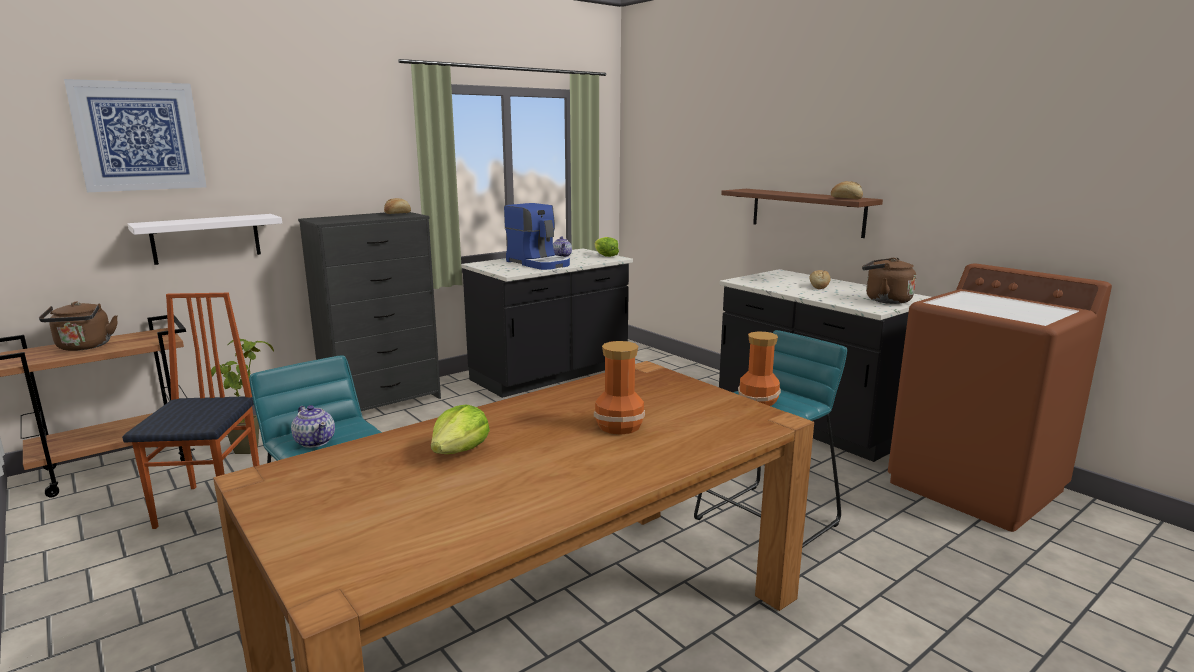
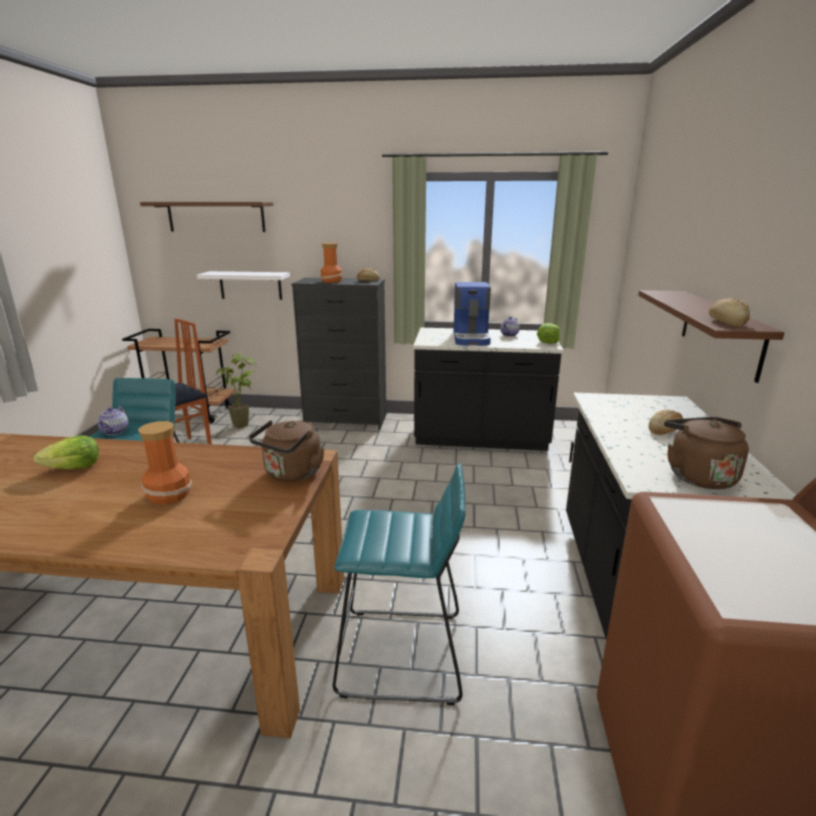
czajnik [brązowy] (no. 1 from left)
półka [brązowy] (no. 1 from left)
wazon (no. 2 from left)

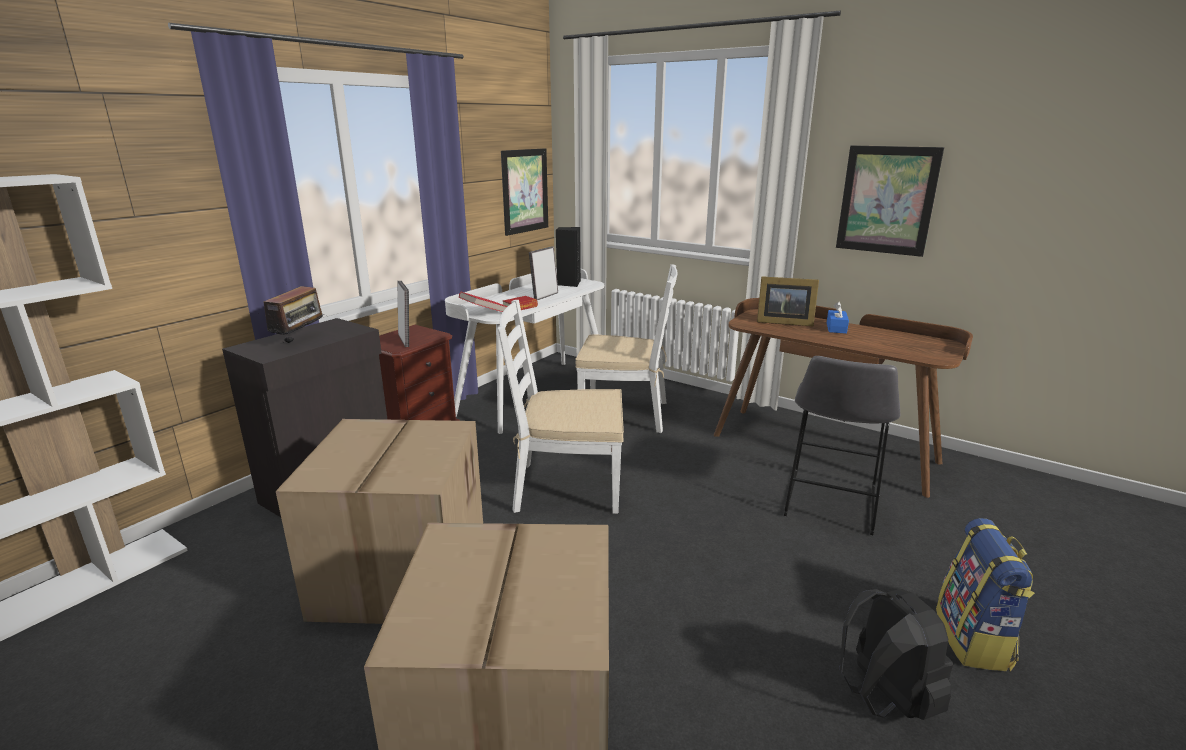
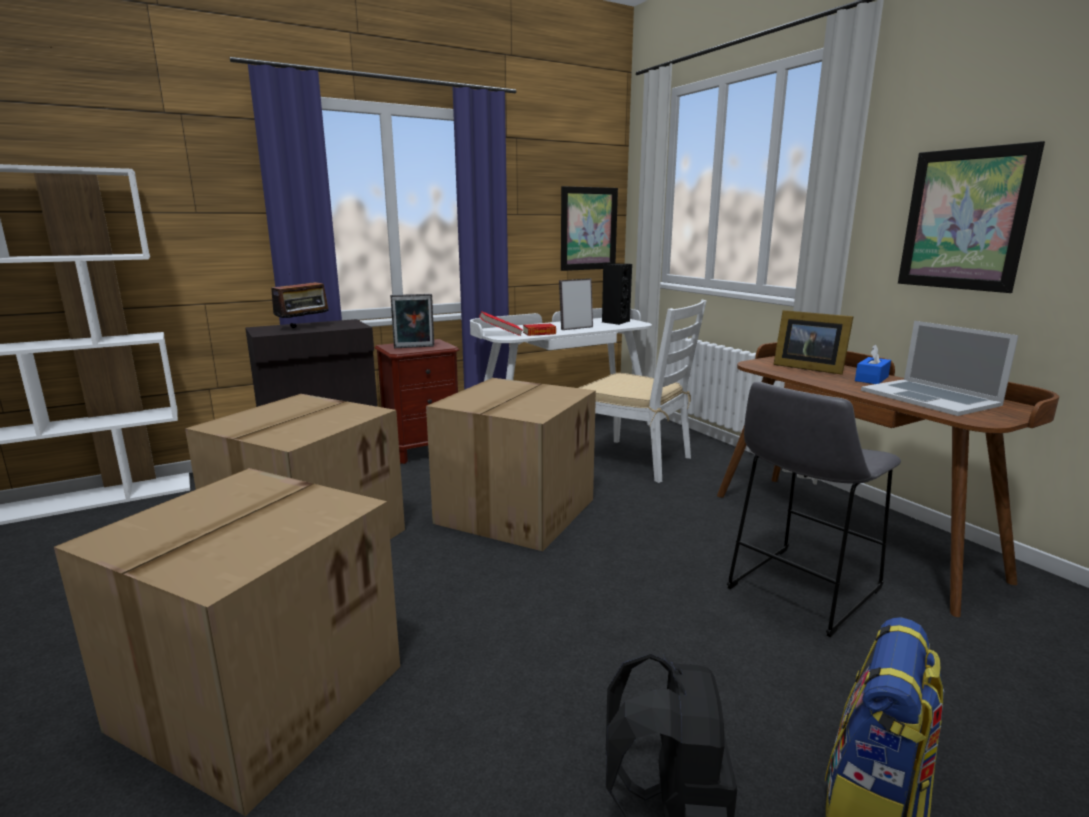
ramka na zdjęcie (no. 1 from left)
karton (no. 3 from left)
laptop

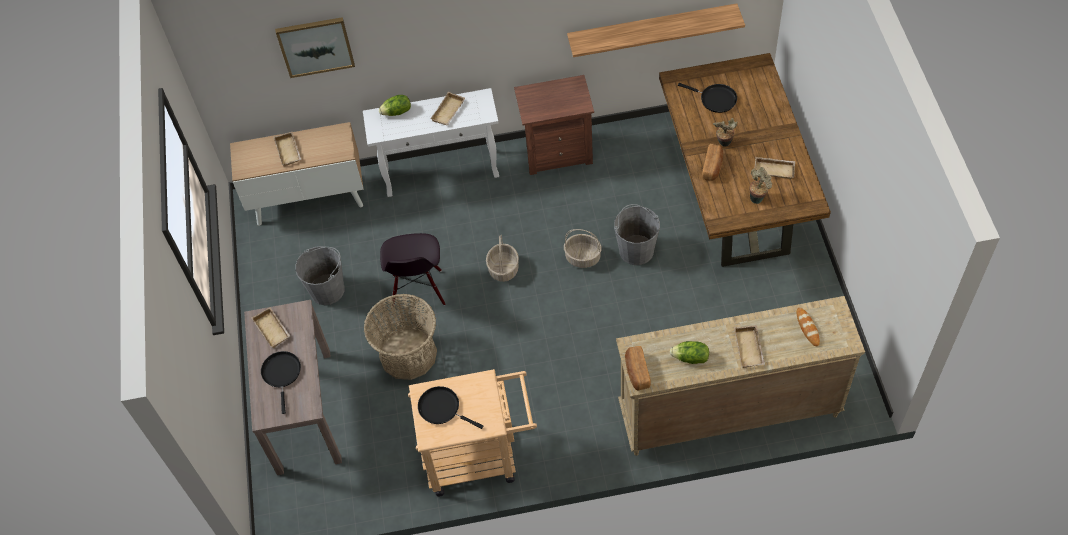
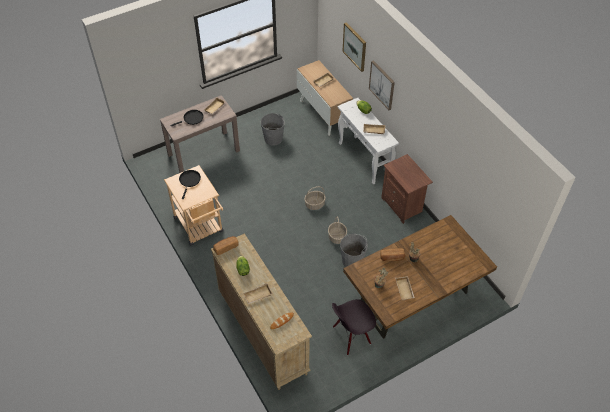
koszyk (no. 1 from left in the first image)
krzesło [czarny]
półka
patelnia [czarny] (no. 3 from left in the first image)
obraz (no. 2 from left)

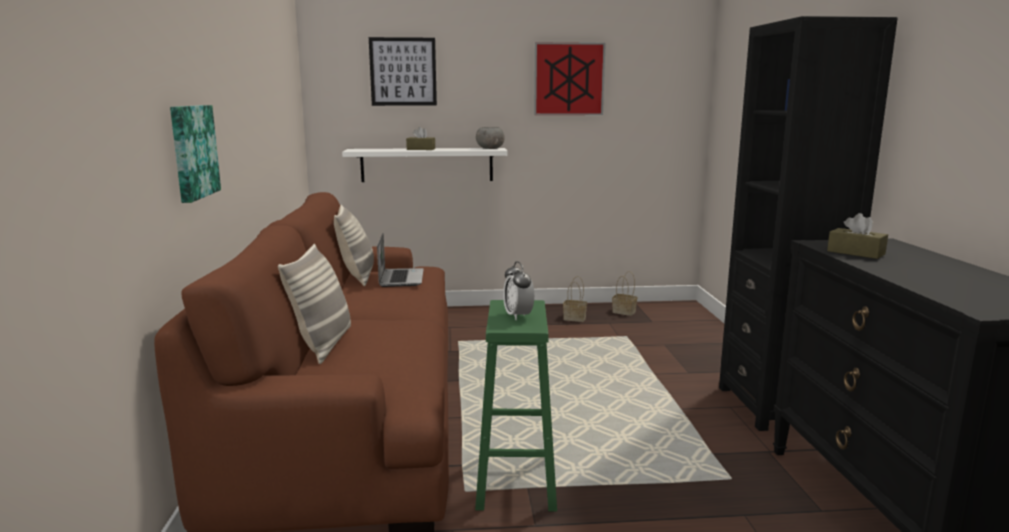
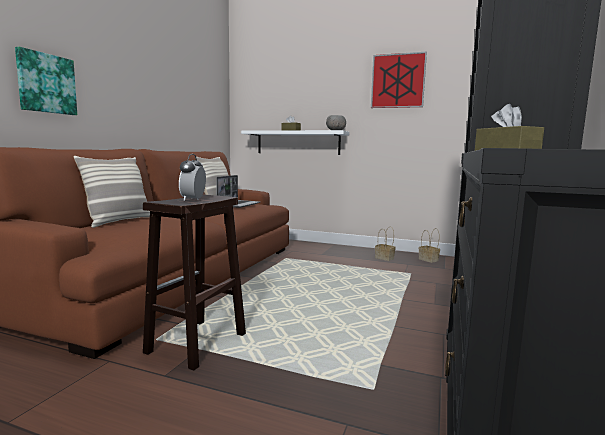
obraz (no. 2 from left in the first image)
stołek [brązowy]

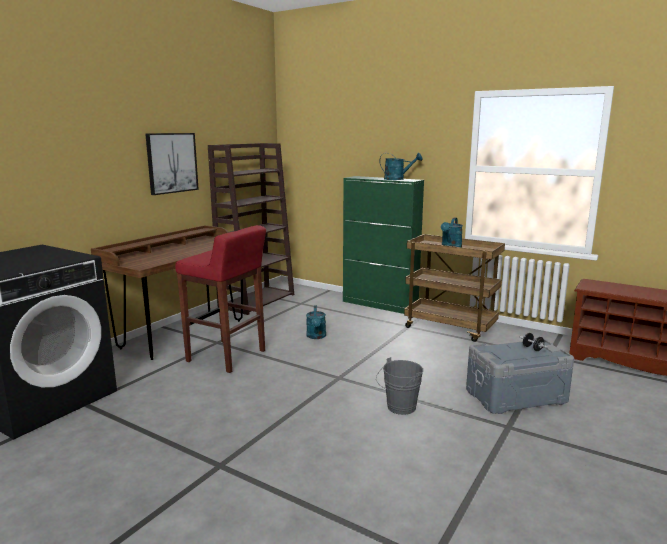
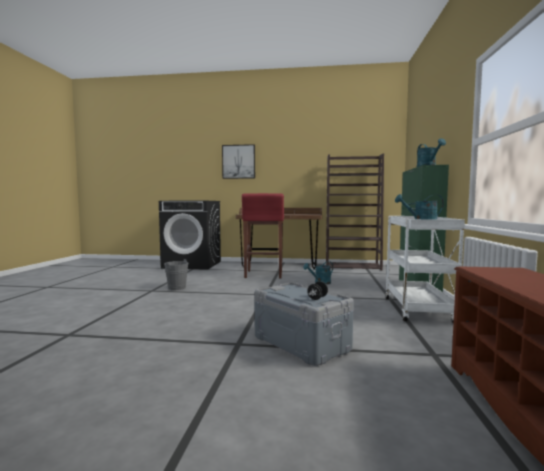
obraz
wiadro [szary]
wózek [biały]

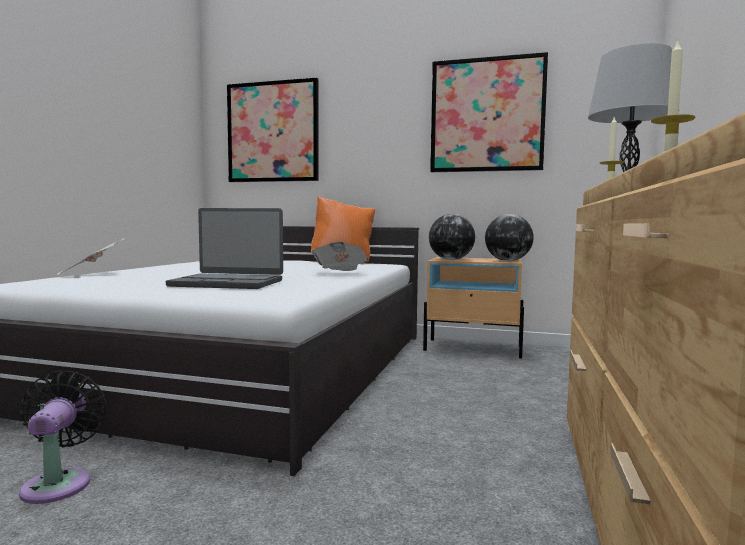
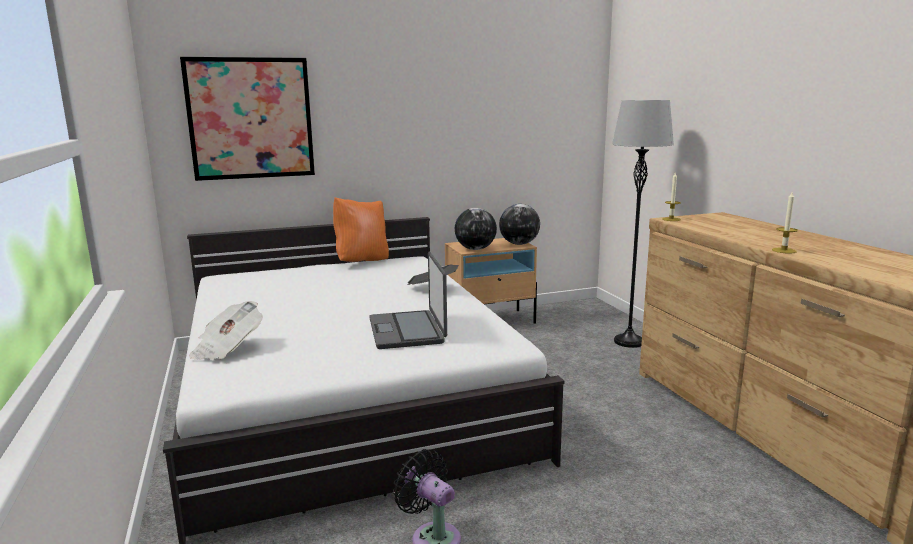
laptop
obraz (no. 2 from left in the first image)

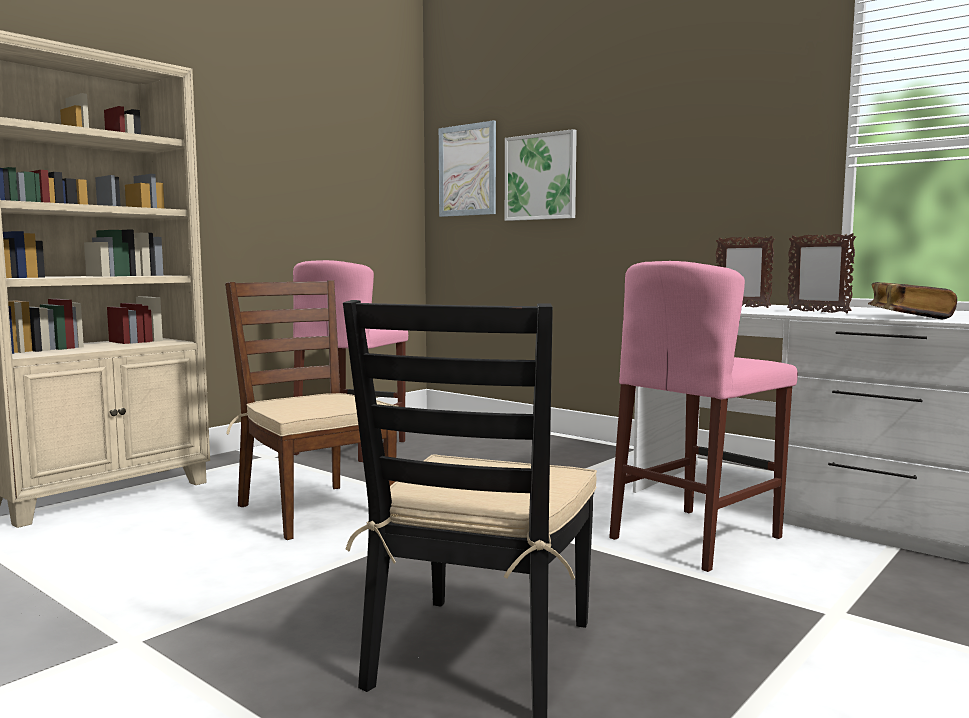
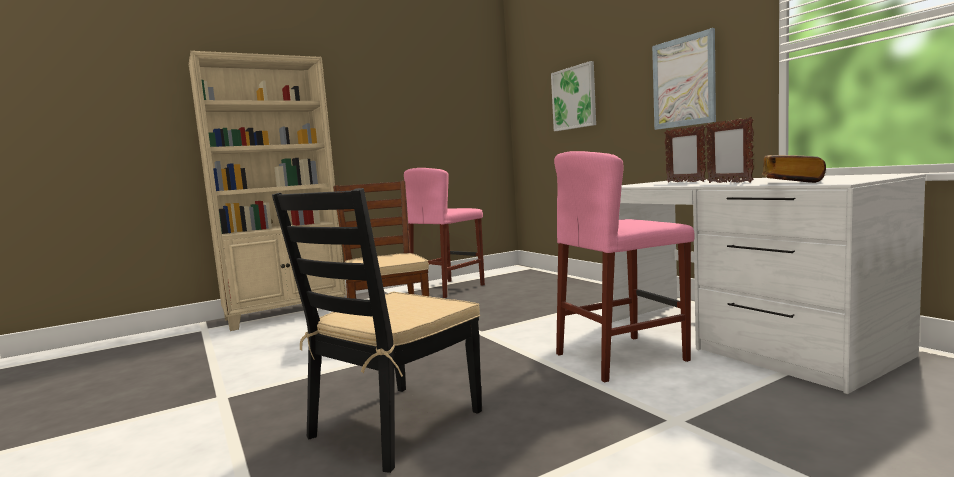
obraz (no. 2 from left)

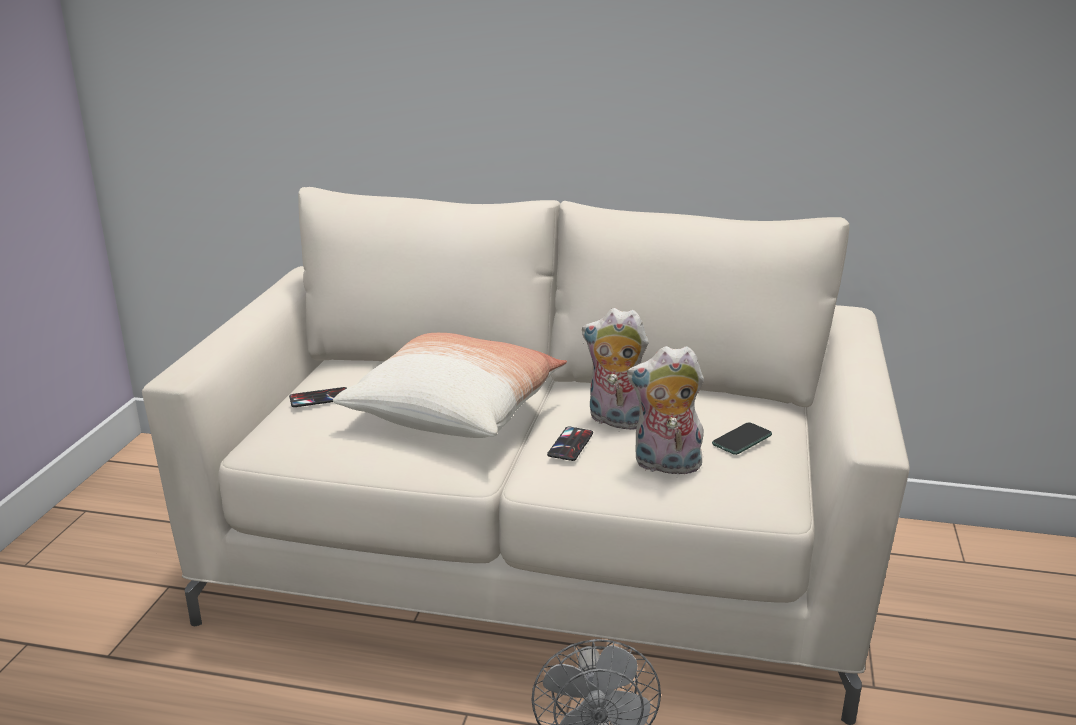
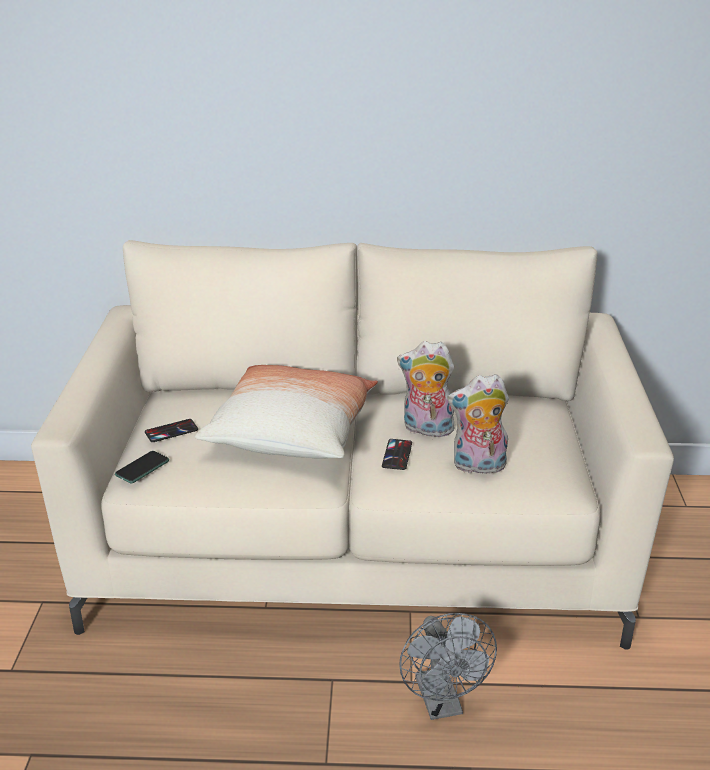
telefon (no. 1 from left)

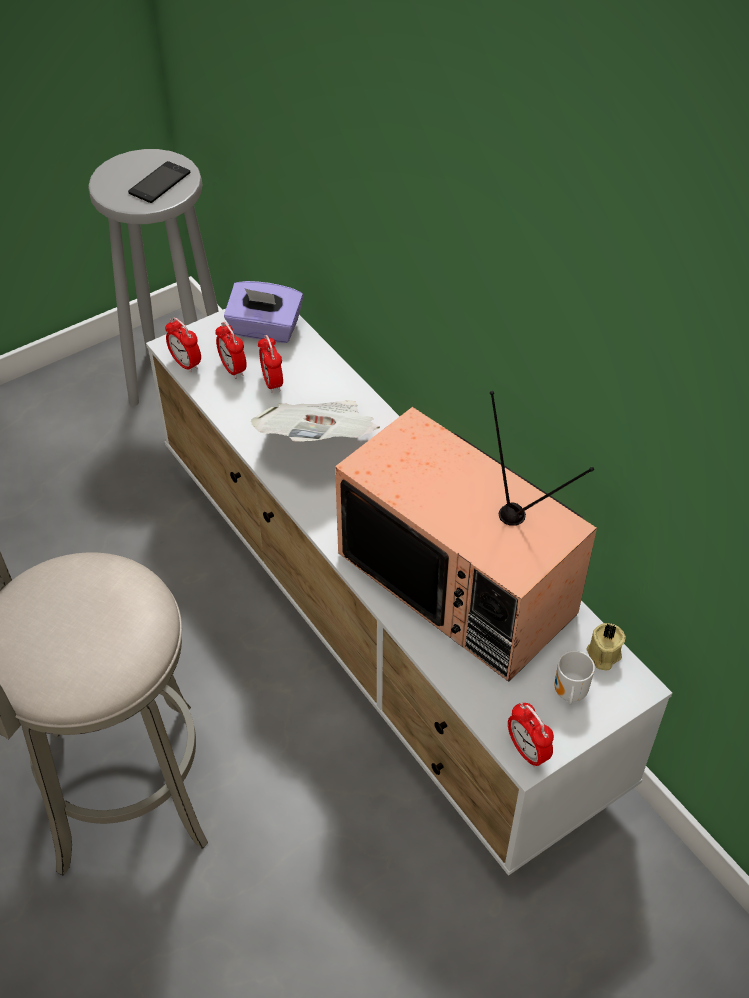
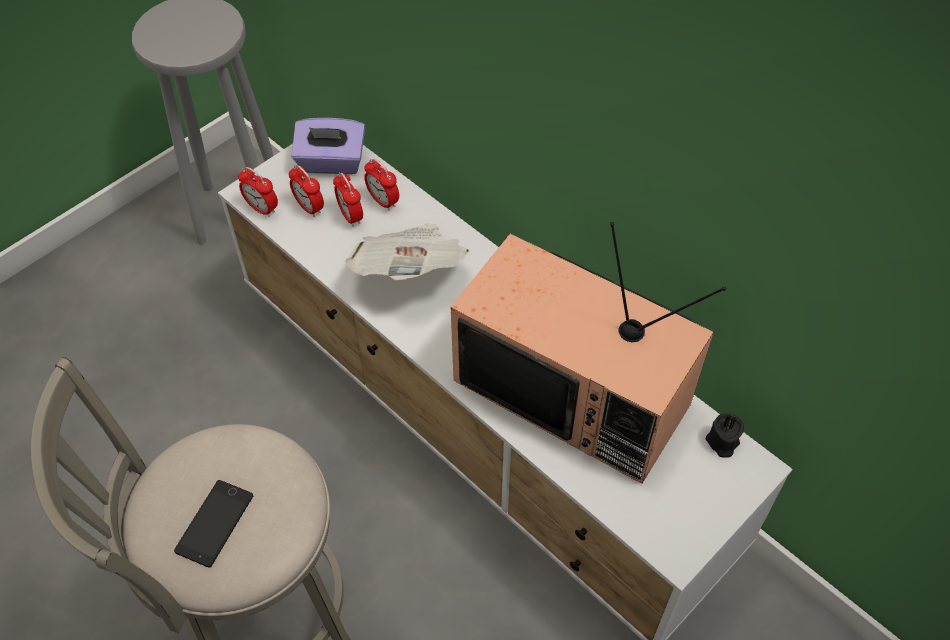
telefon
budzik (no. 4 from left)
kubek
świeca [czarny]

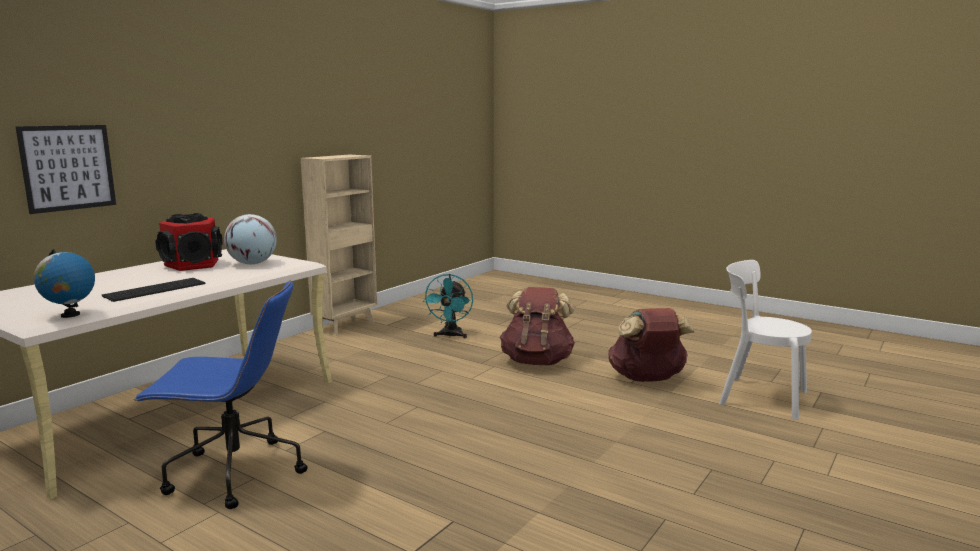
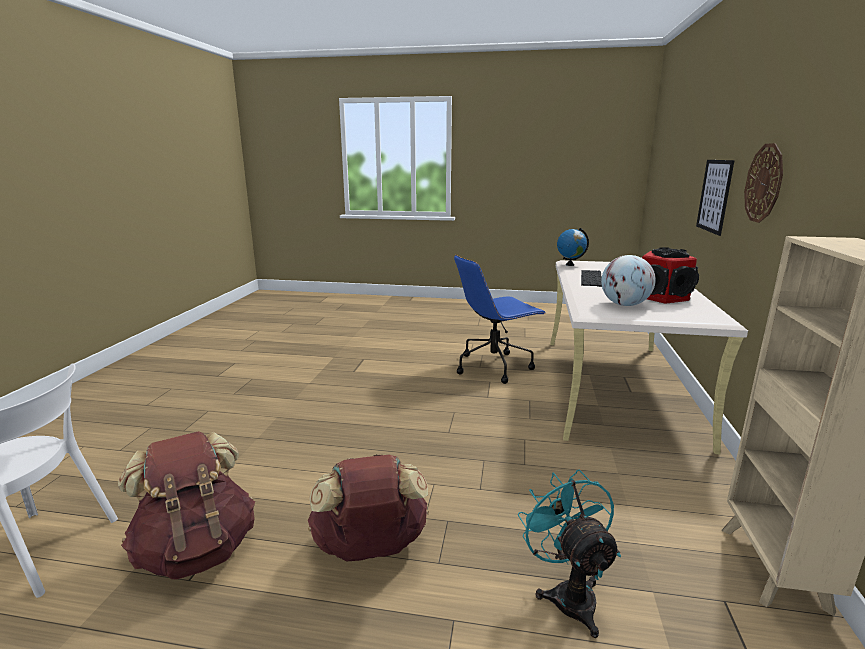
zegar ścienny

